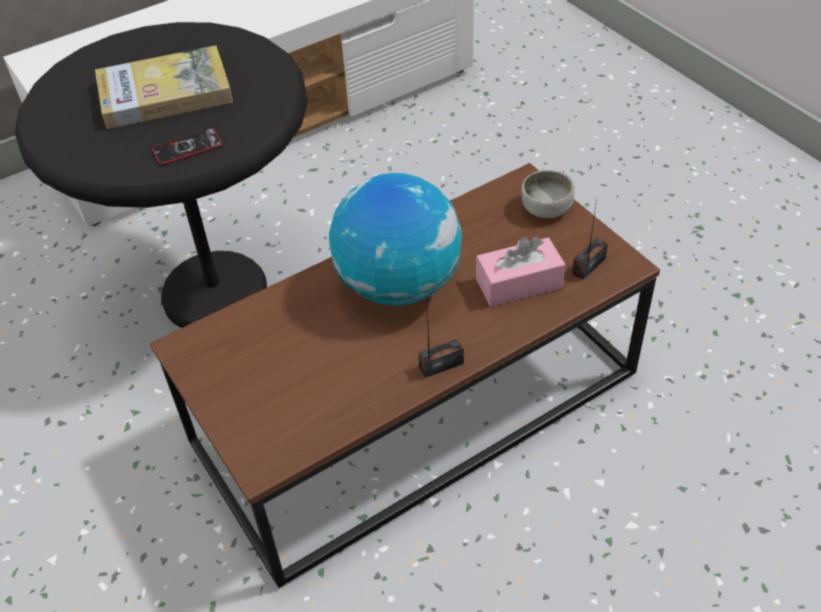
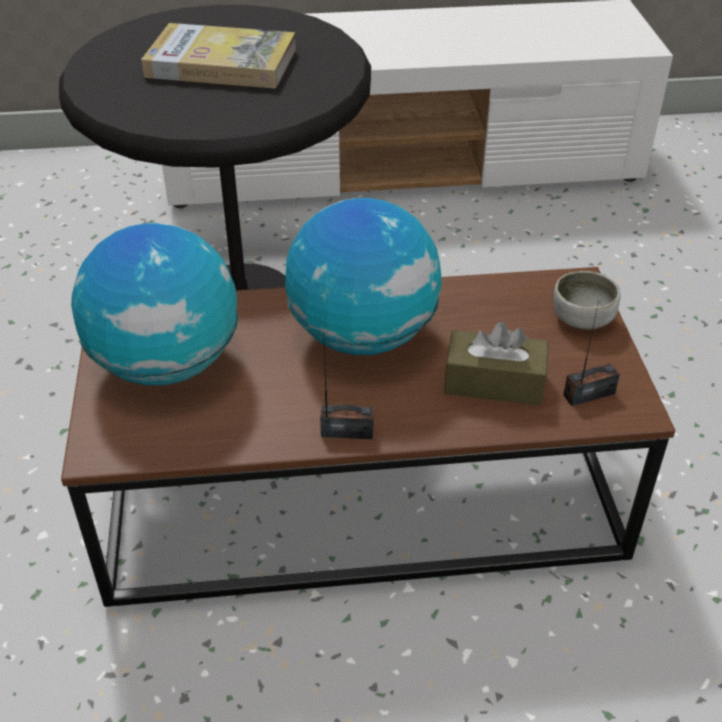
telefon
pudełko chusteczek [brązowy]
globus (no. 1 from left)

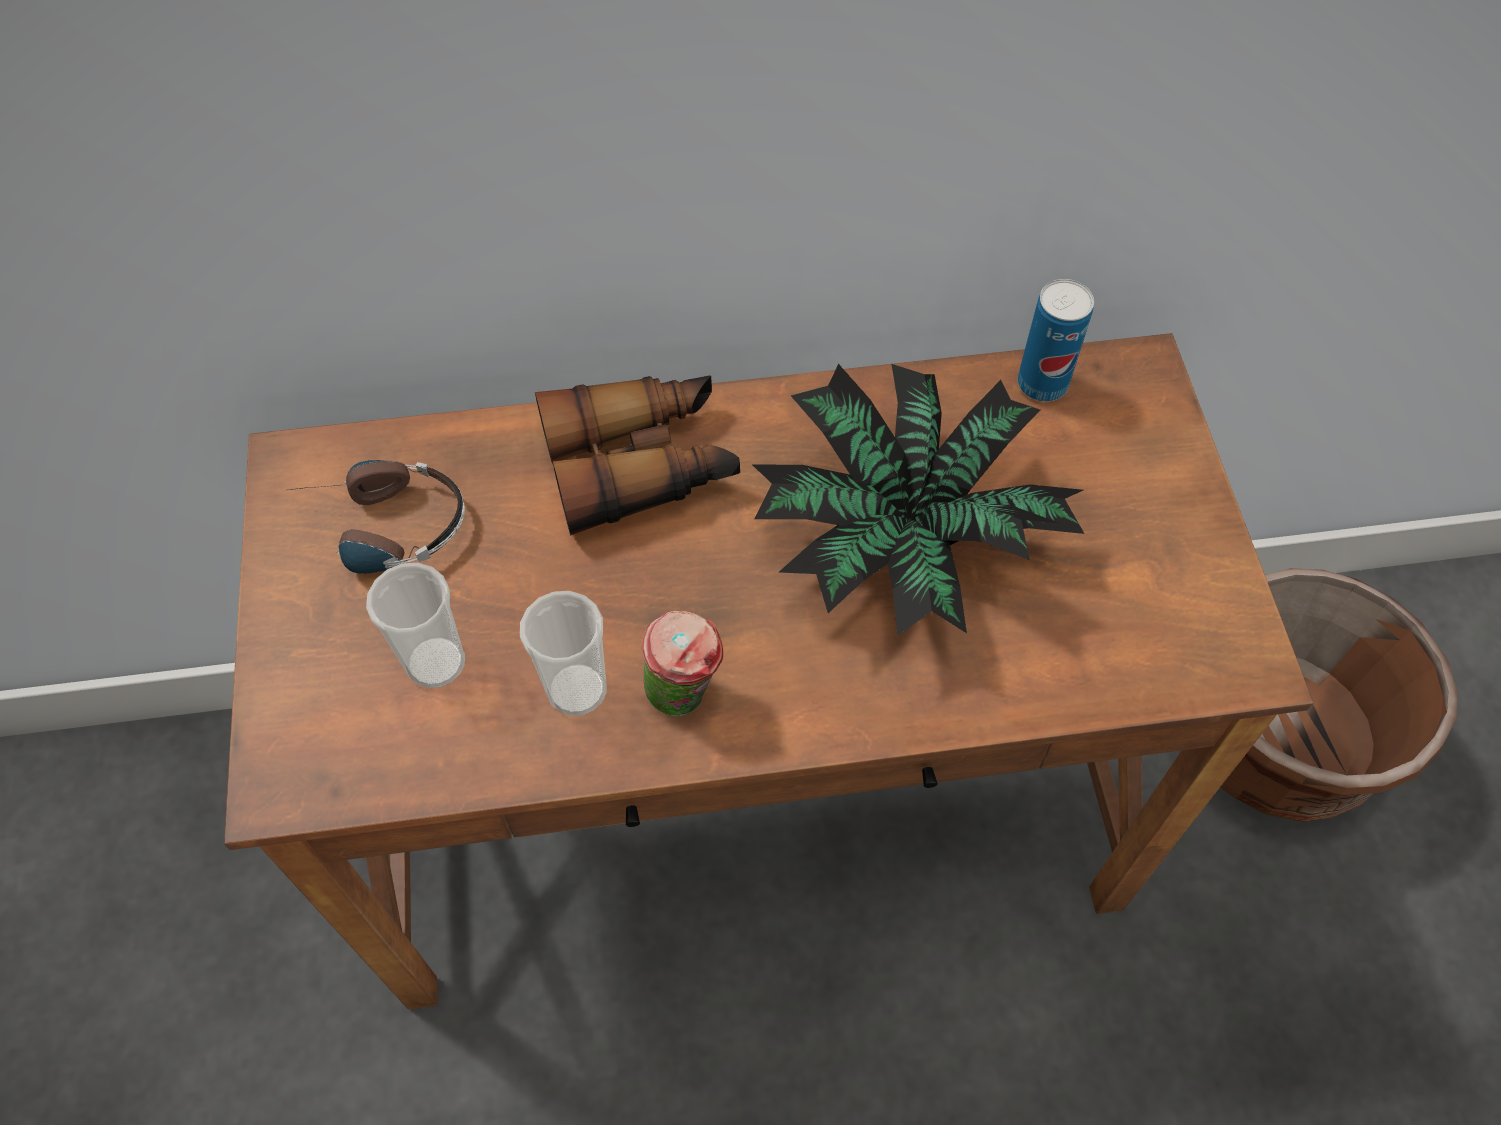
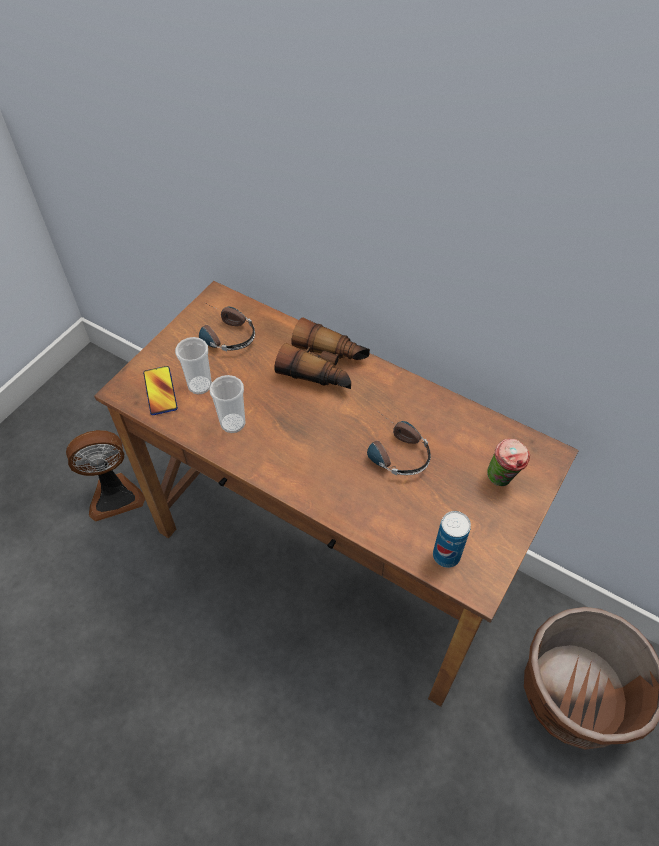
filiżanka (no. 3 from left)
słuchawki (no. 2 from left)
puszka
wentylator
telefon

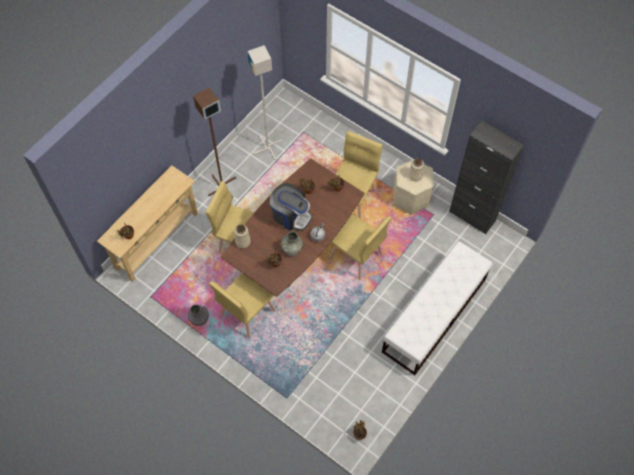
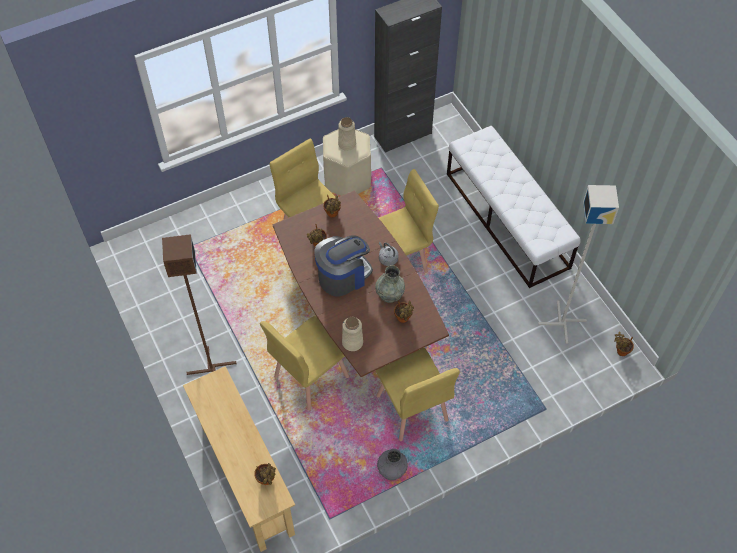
lampa stojąca [szary]

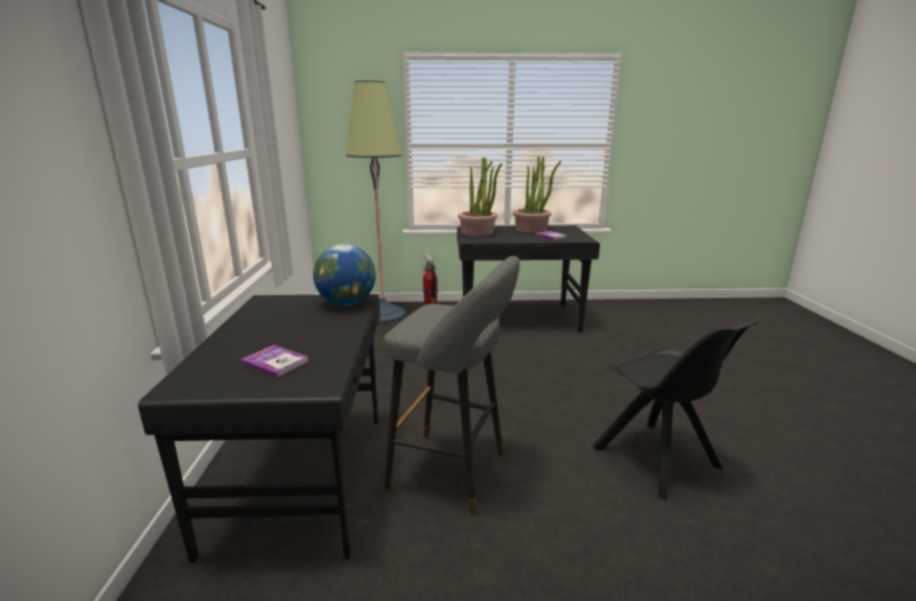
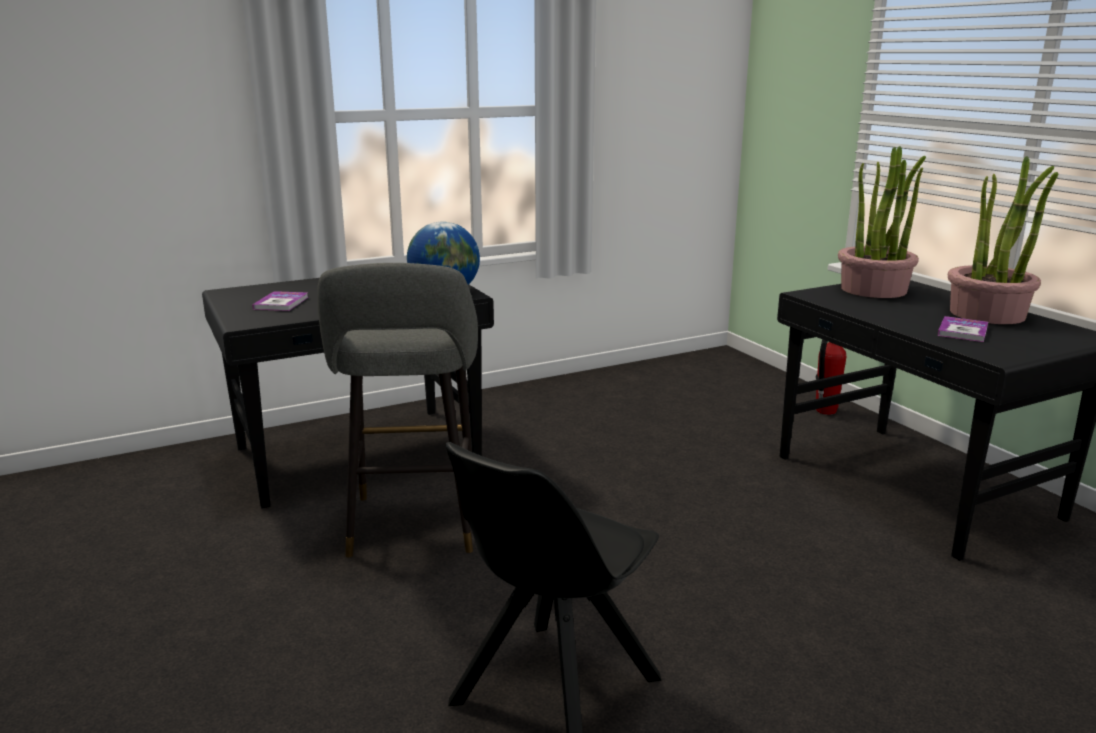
lampa stojąca

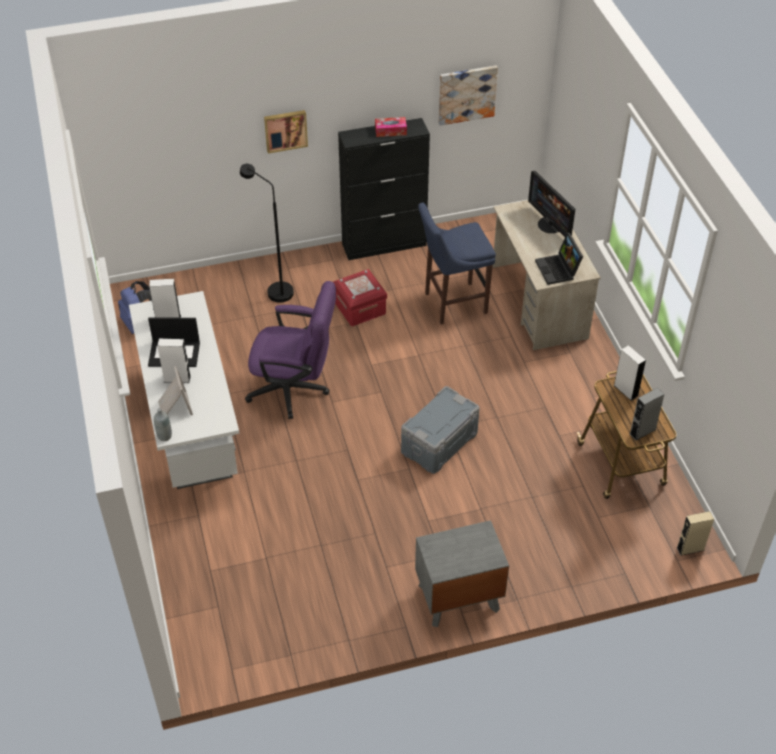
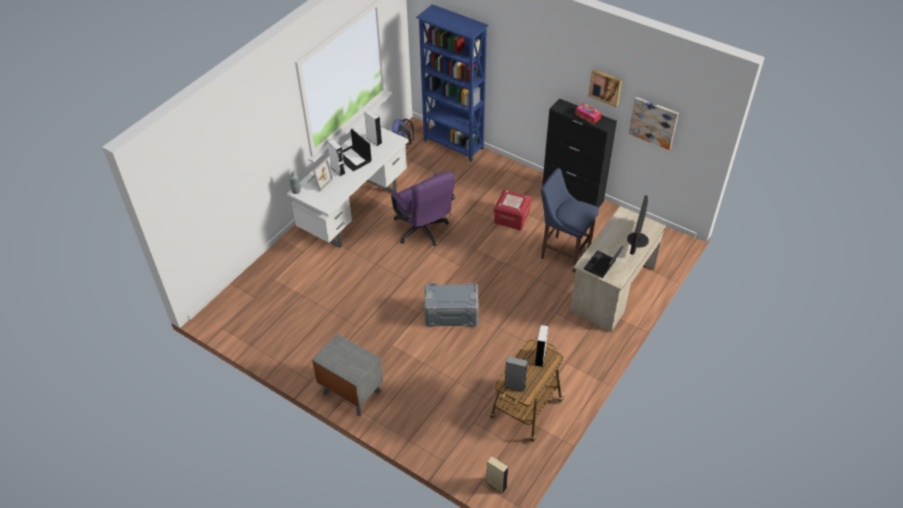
lampa stojąca [czarny]
obraz (no. 1 from left)
regał [niebieski]

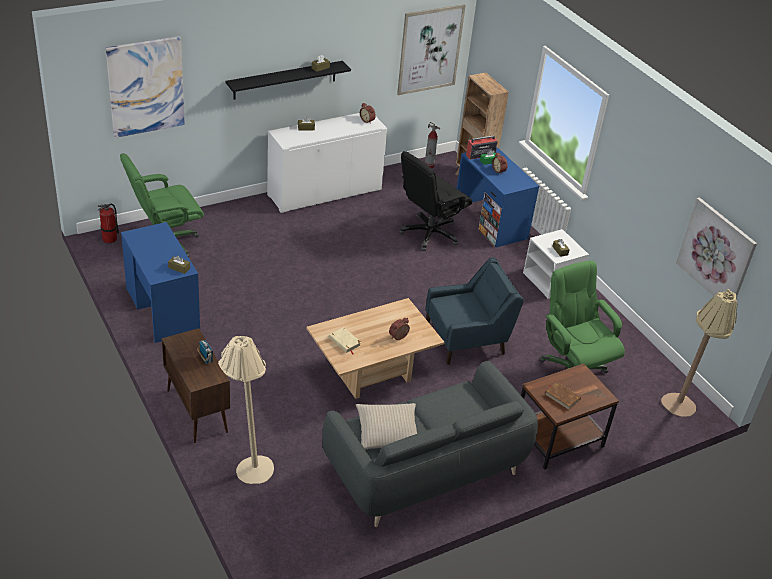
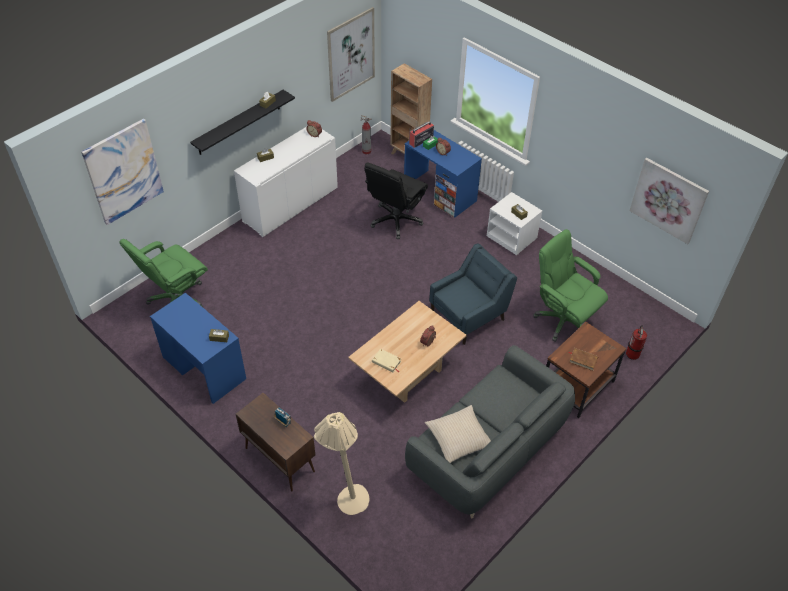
gaśnica (no. 2 from left)
lampa stojąca [beżowy] (no. 2 from left in the first image)

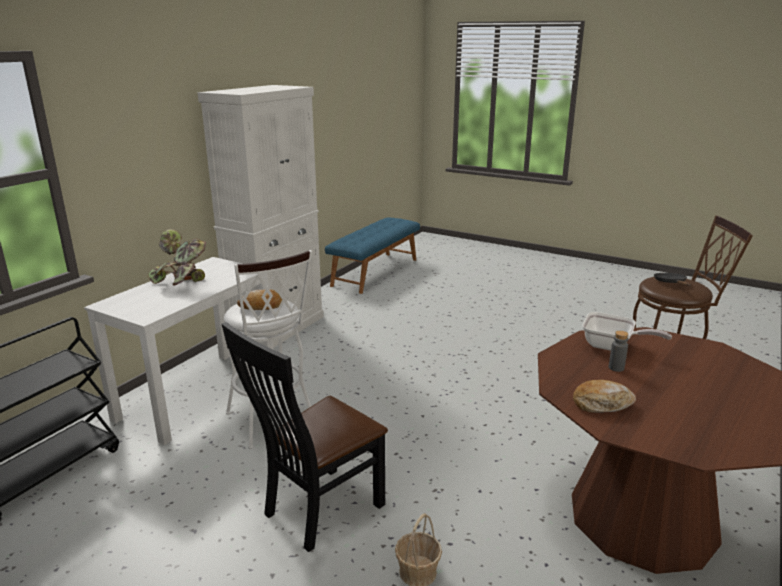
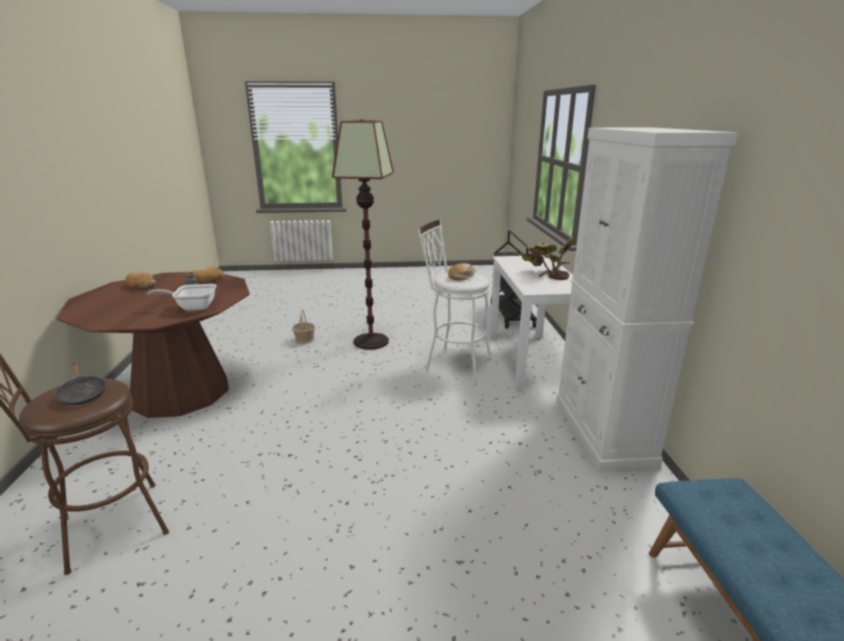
lampa stojąca
chleb (no. 1 from left)

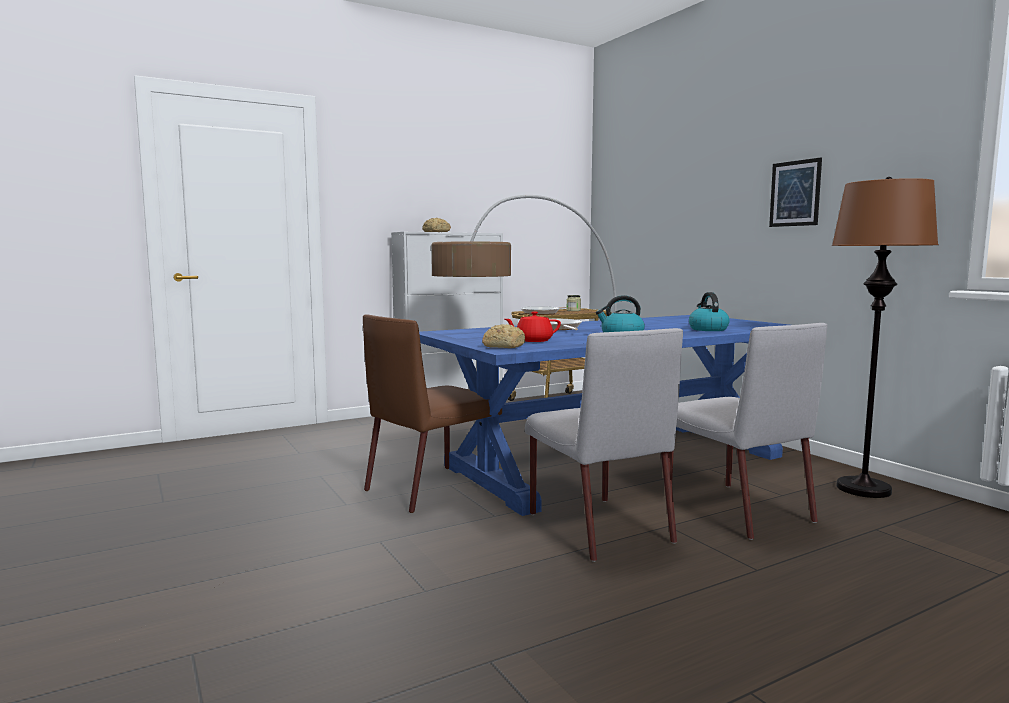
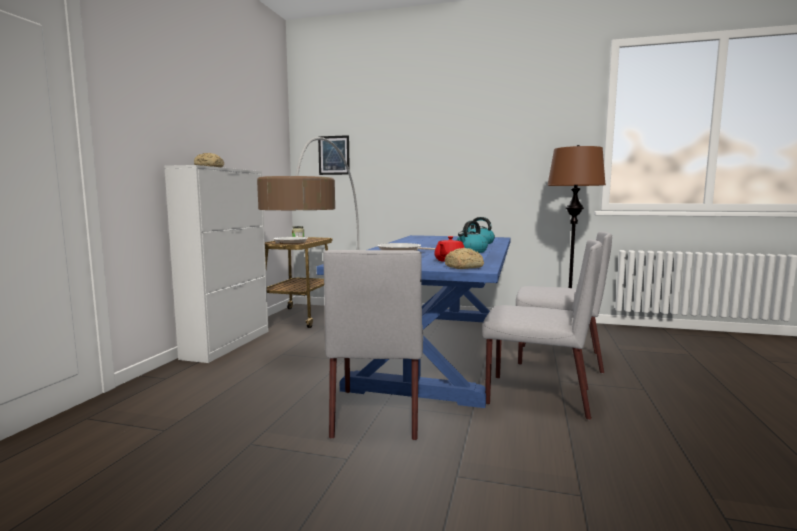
krzesło [szary] (no. 1 from left)
obraz

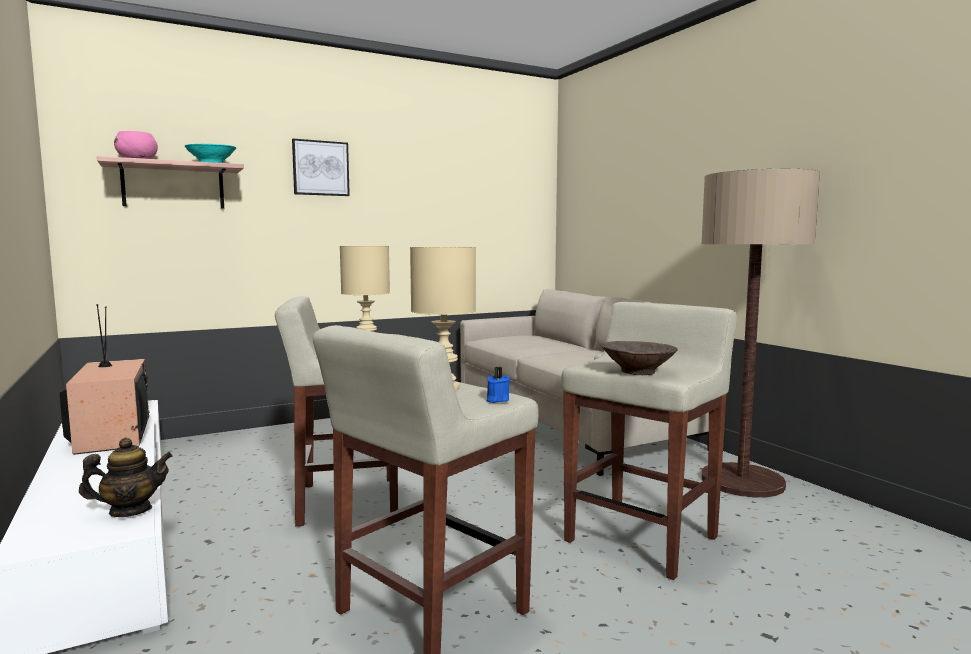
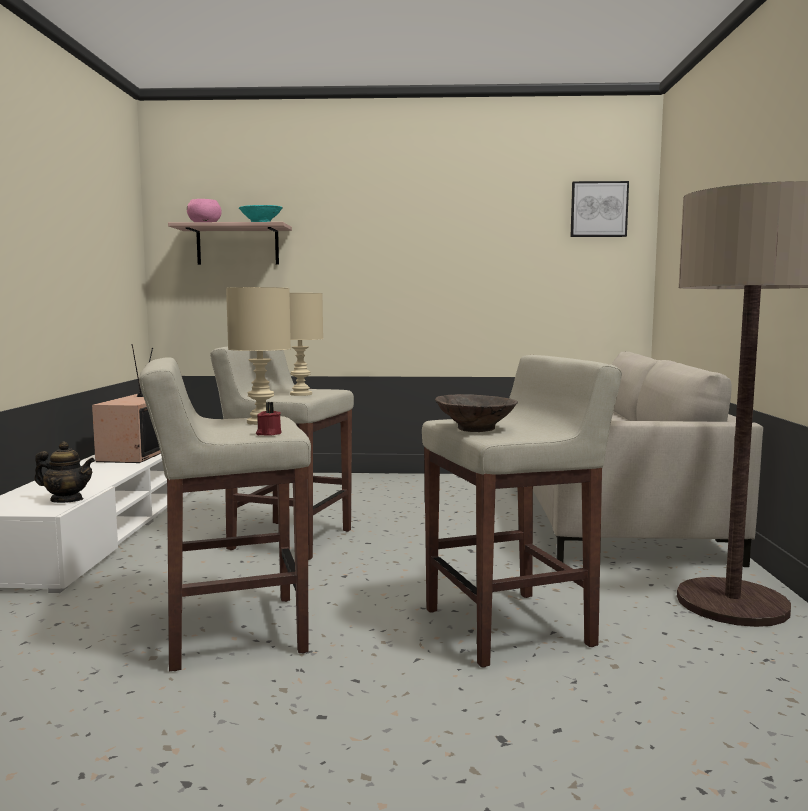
obraz
świeca [czerwony]

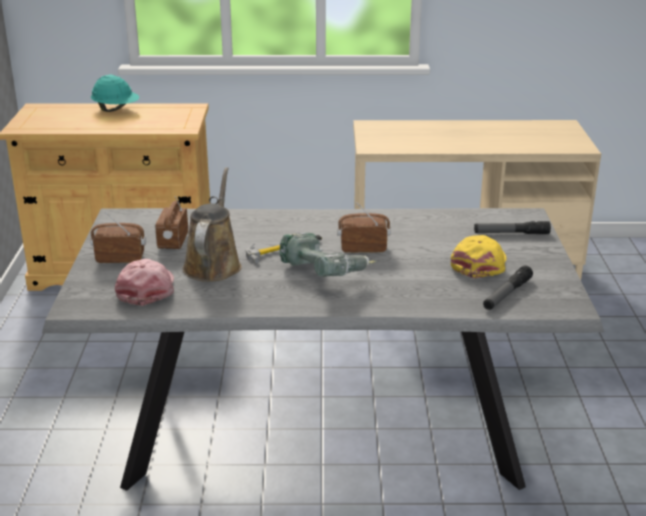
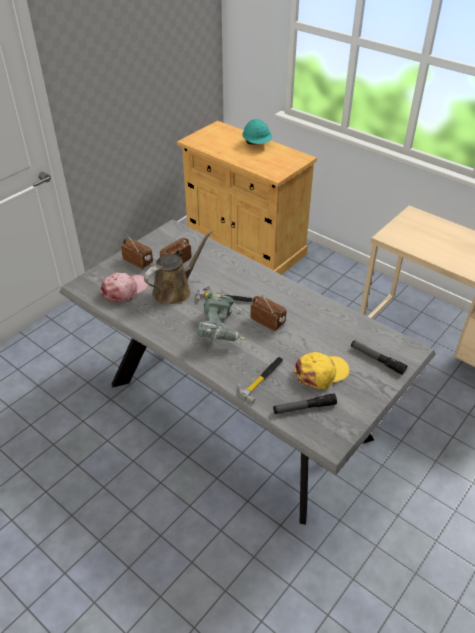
młotek (no. 2 from left)

